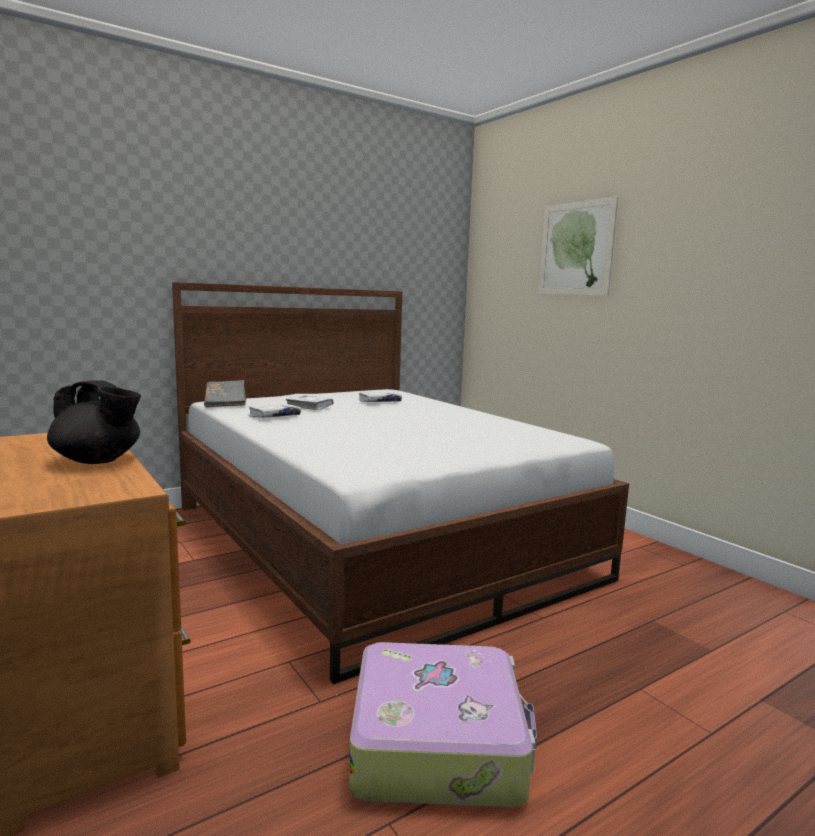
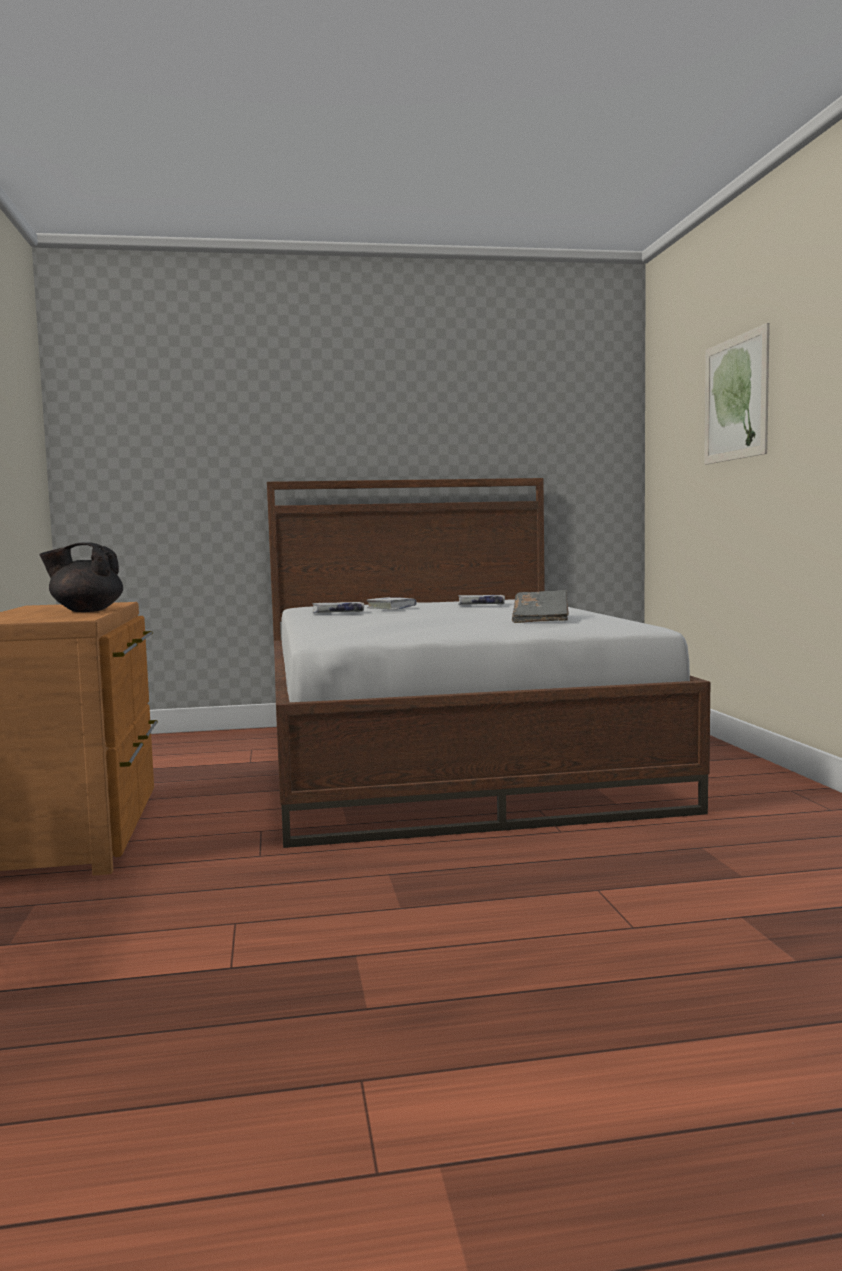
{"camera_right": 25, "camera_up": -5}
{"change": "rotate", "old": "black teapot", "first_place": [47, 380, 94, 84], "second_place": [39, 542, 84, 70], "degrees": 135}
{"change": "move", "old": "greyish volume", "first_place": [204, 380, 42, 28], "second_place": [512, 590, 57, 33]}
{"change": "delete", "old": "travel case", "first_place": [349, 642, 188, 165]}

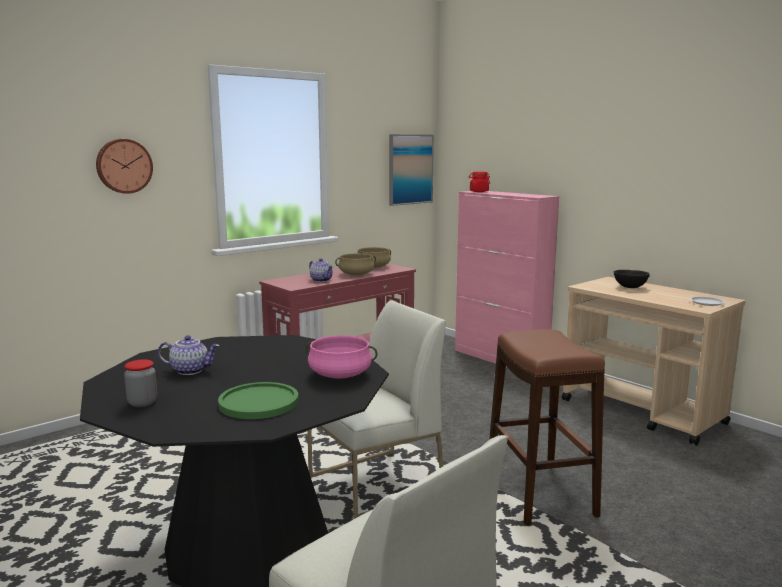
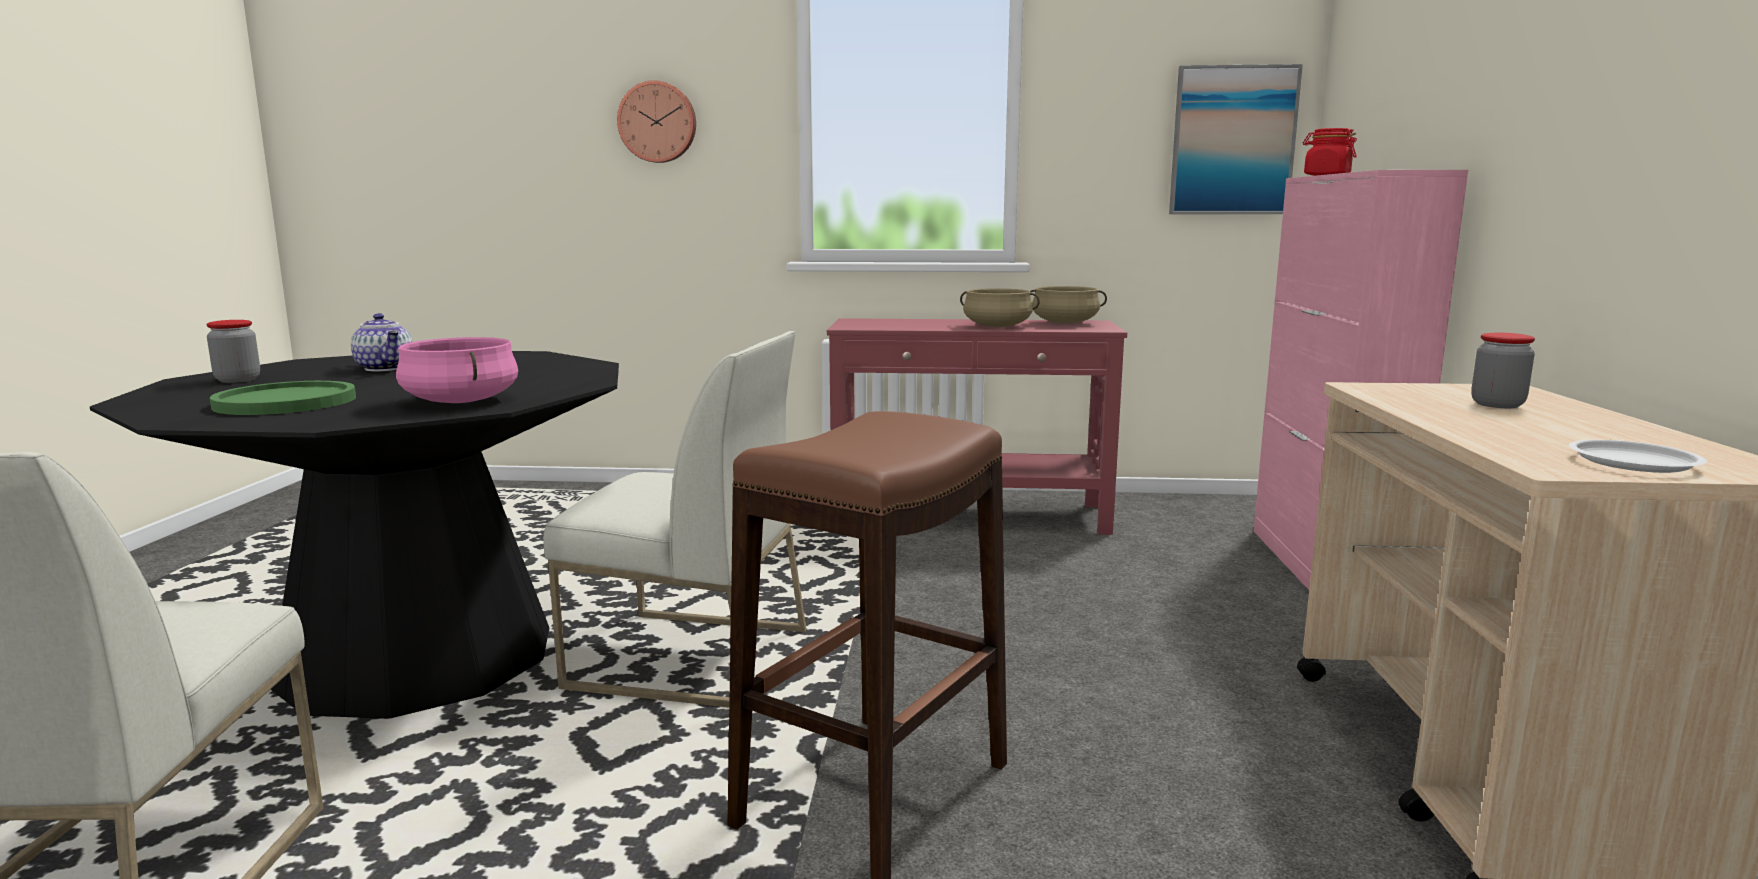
{"camera_right": 45, "camera_up": 0}
{"change": "delete", "old": "teapot", "first_place": [309, 258, 24, 24]}
{"change": "replace", "old": "black deep dish", "new": "jar", "first_place": [614, 270, 36, 18], "second_place": [1471, 333, 64, 75]}

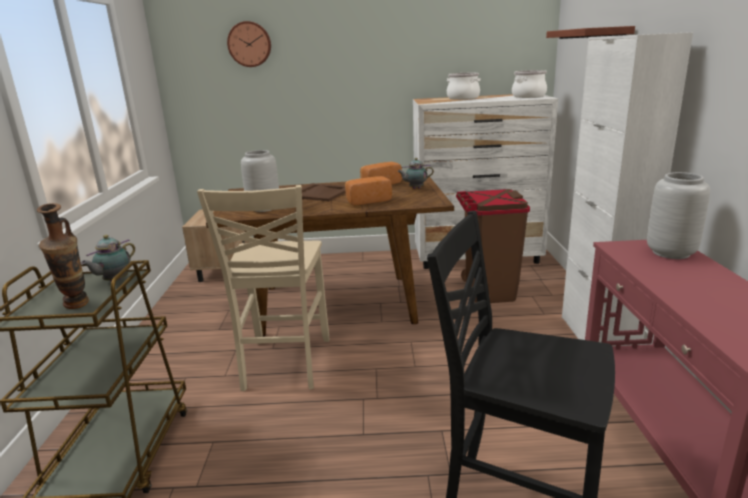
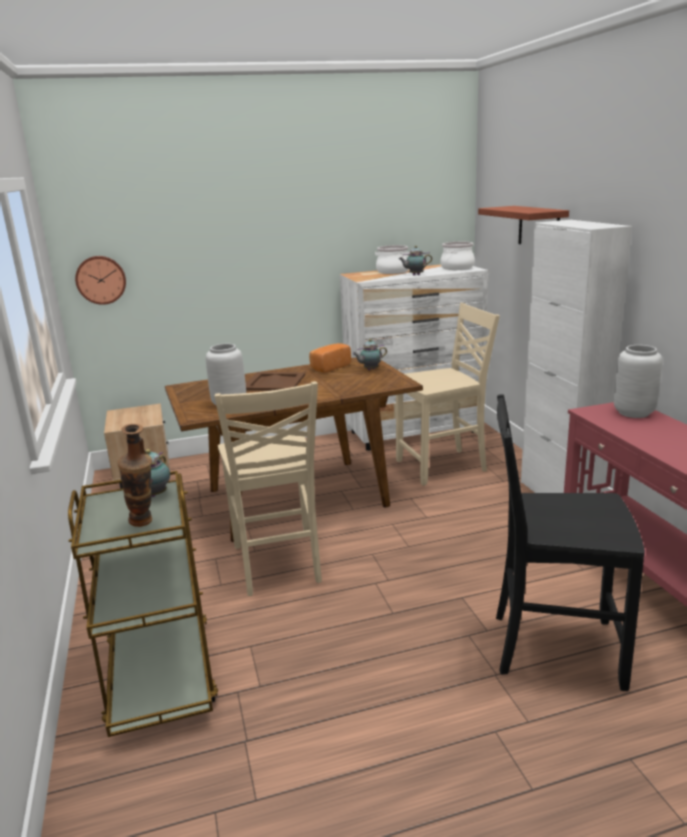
{"camera_right": -15, "camera_up": 0}
{"change": "move", "old": "clock on the wall", "first_place": [227, 21, 44, 46], "second_place": [75, 256, 51, 49]}
{"change": "delete", "old": "bread", "first_place": [345, 176, 47, 30]}
{"change": "replace", "old": "brown-coloured waste bin", "new": "sand-coloured upright chair", "first_place": [456, 189, 74, 114], "second_place": [396, 303, 104, 183]}
{"change": "insert", "new": "teapot", "second_place": [399, 246, 33, 29]}

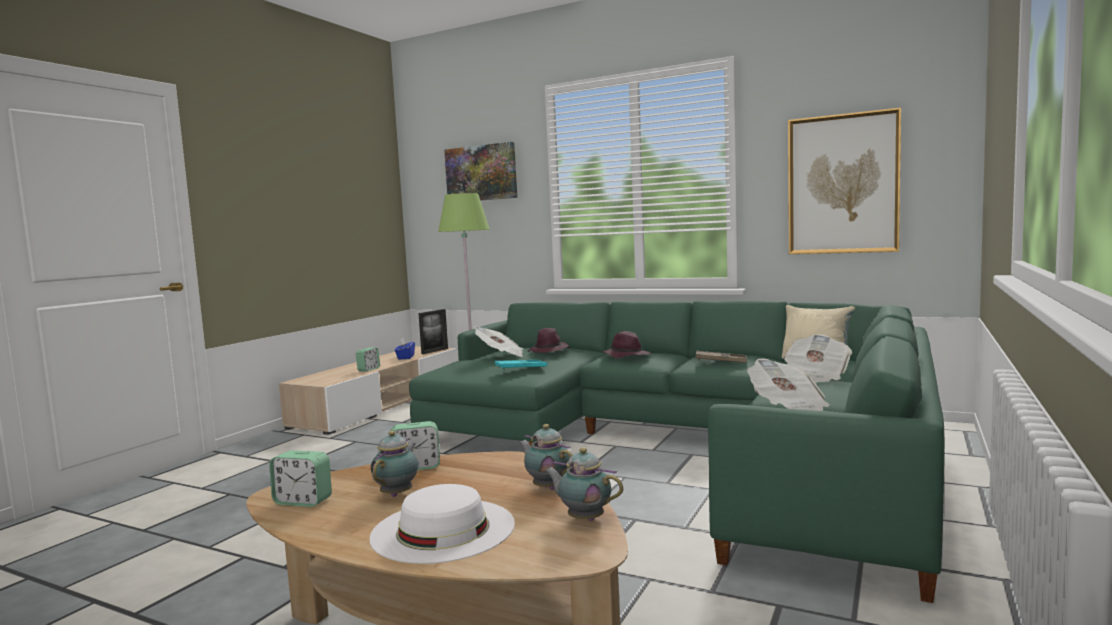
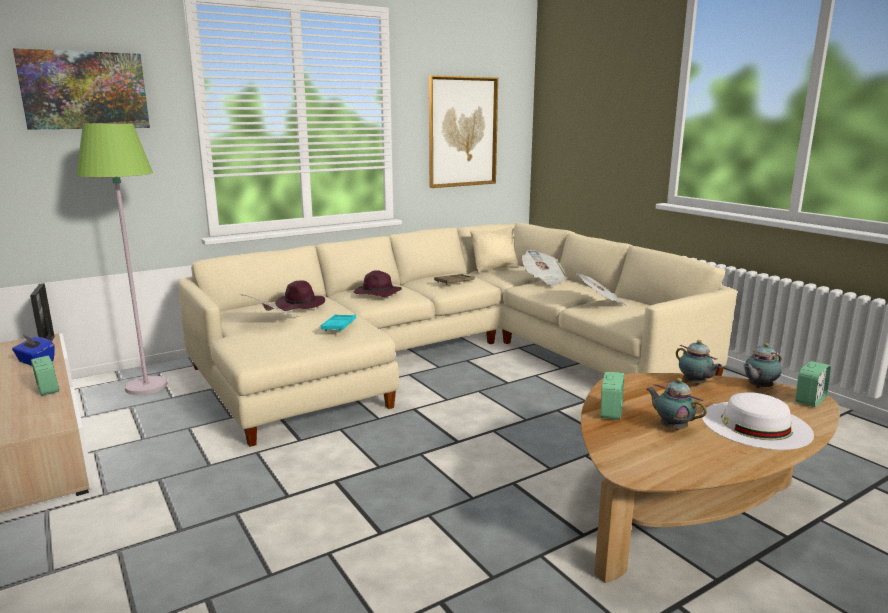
{"camera_right": -60, "camera_up": 10}
{"change": "recolor", "old": "greenish sofa", "new": "sand-coloured sofa", "first_place": [409, 300, 535, 303], "second_place": [178, 223, 559, 224]}
{"change": "rotate", "old": "teapot", "first_place": [519, 424, 54, 66], "second_place": [676, 340, 46, 45], "degrees": -105}
{"change": "move", "old": "bedside clock", "first_place": [269, 450, 63, 57], "second_place": [795, 361, 36, 46]}

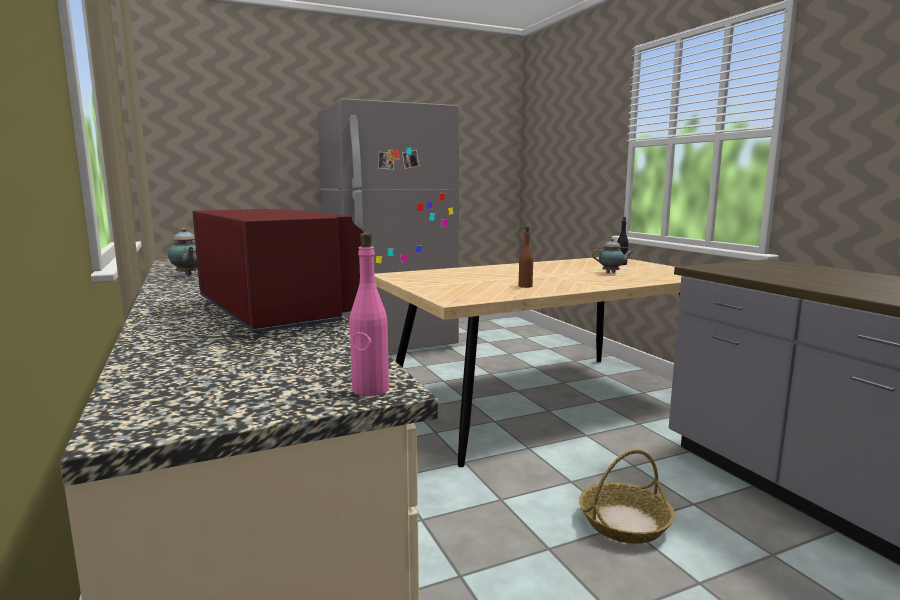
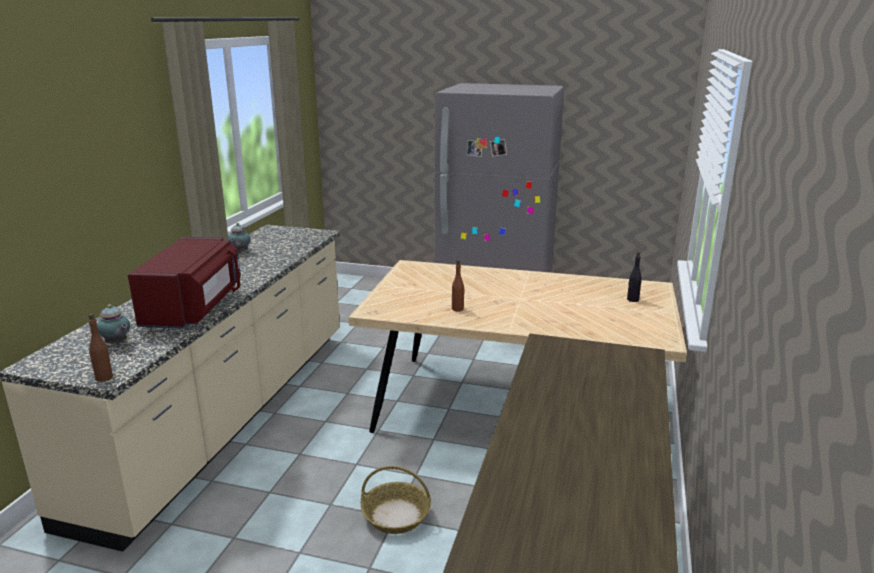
{"camera_right": 40, "camera_up": 10}
{"change": "recolor", "old": "pink beverage bottle", "new": "brown-coloured beverage bottle", "first_place": [350, 233, 39, 163], "second_place": [88, 314, 25, 68]}
{"change": "move", "old": "teapot", "first_place": [592, 238, 41, 35], "second_place": [97, 304, 33, 40]}

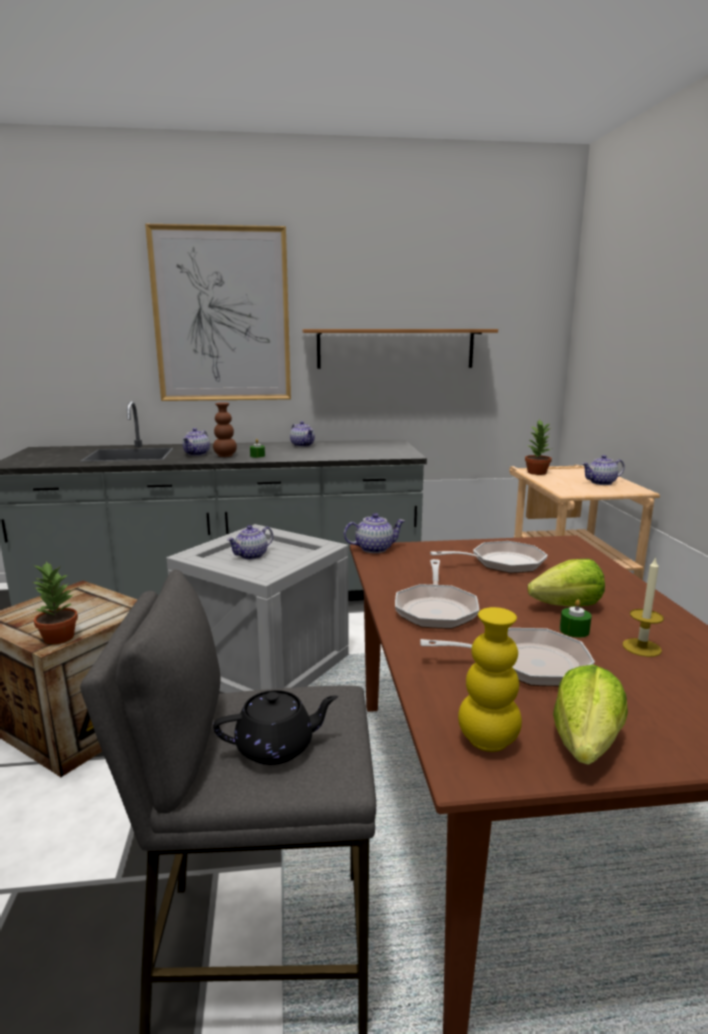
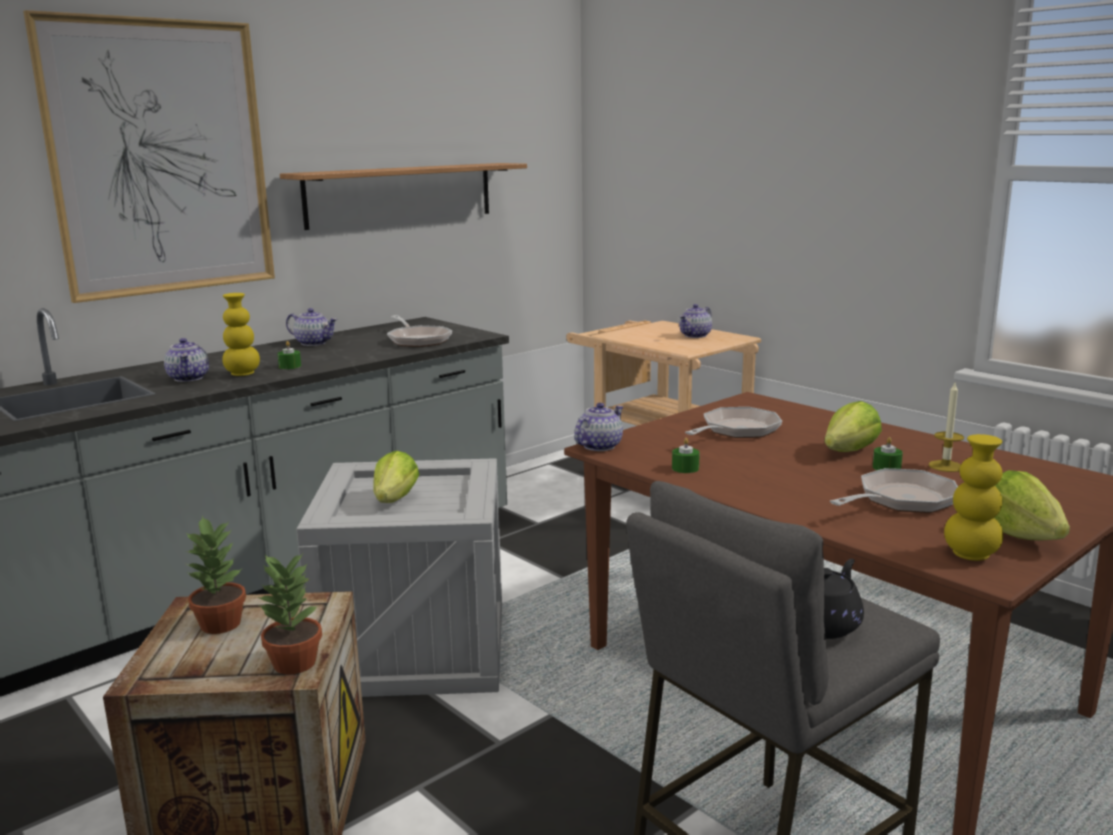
{"camera_right": -35, "camera_up": 0}
{"change": "recolor", "old": "brown-coloured decorative vase", "new": "yellowish decorative vase", "first_place": [213, 402, 24, 55], "second_place": [222, 293, 38, 83]}
{"change": "move", "old": "potted plant", "first_place": [525, 419, 27, 56], "second_place": [185, 516, 61, 118]}
{"change": "replace", "old": "teapot", "new": "head of lettuce", "first_place": [227, 525, 46, 35], "second_place": [373, 451, 47, 52]}
{"change": "move", "old": "pan", "first_place": [395, 559, 84, 70], "second_place": [387, 315, 65, 32]}
{"change": "insert", "new": "greenish wax light", "second_place": [672, 438, 28, 35]}

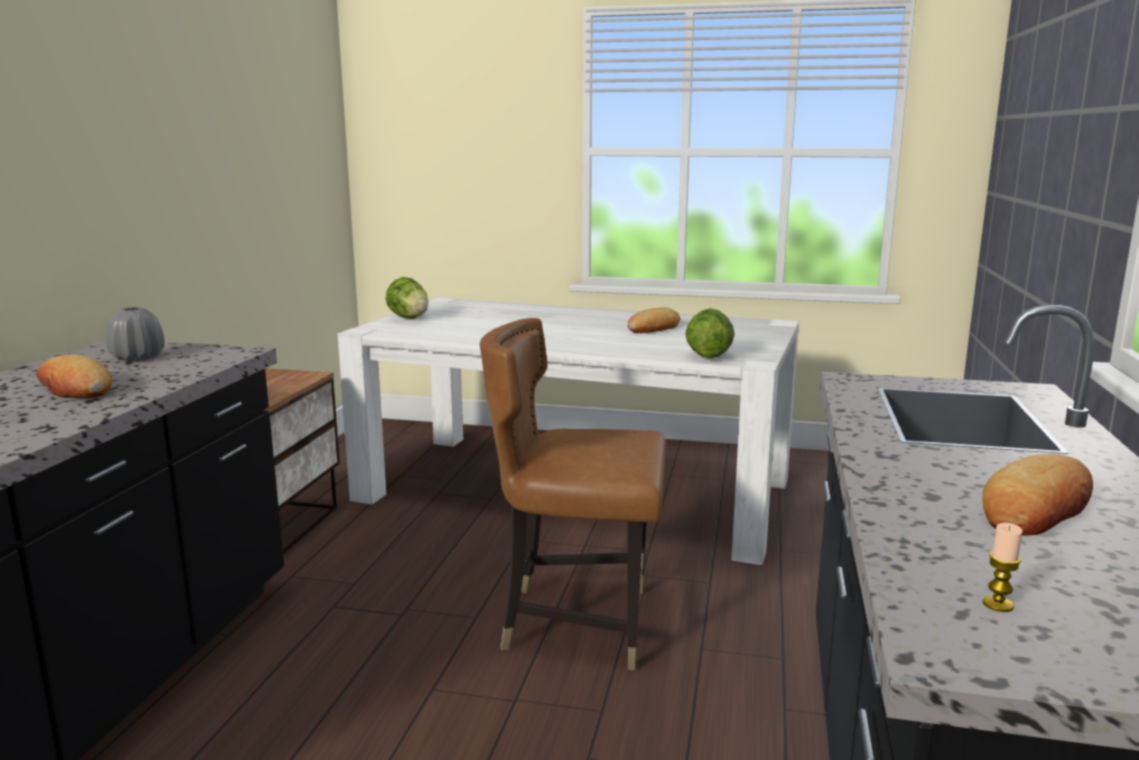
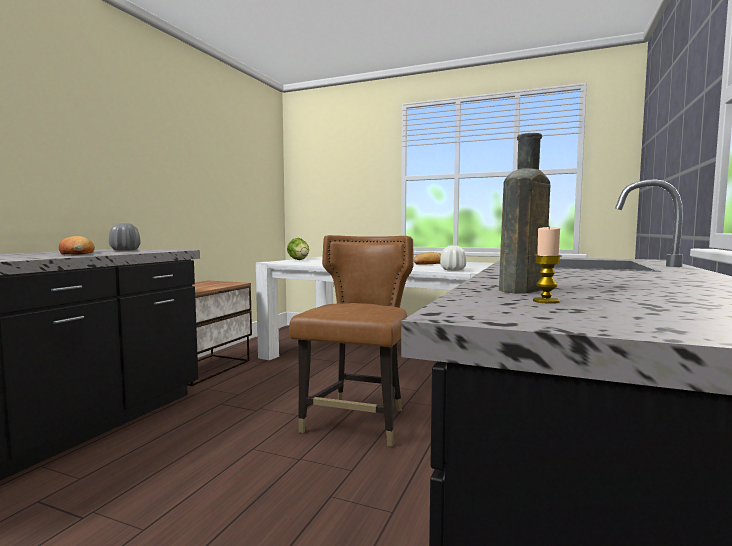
{"camera_right": 10, "camera_up": -10}
{"change": "replace", "old": "head of lettuce", "new": "white decorative vase", "first_place": [685, 308, 50, 50], "second_place": [440, 246, 26, 25]}
{"change": "rotate", "old": "brown-coloured upright chair", "first_place": [480, 318, 186, 352], "second_place": [289, 235, 125, 212], "degrees": 90}
{"change": "delete", "old": "bread", "first_place": [982, 454, 111, 82]}
{"change": "insert", "new": "brown-coloured beverage bottle", "second_place": [499, 133, 51, 161]}

